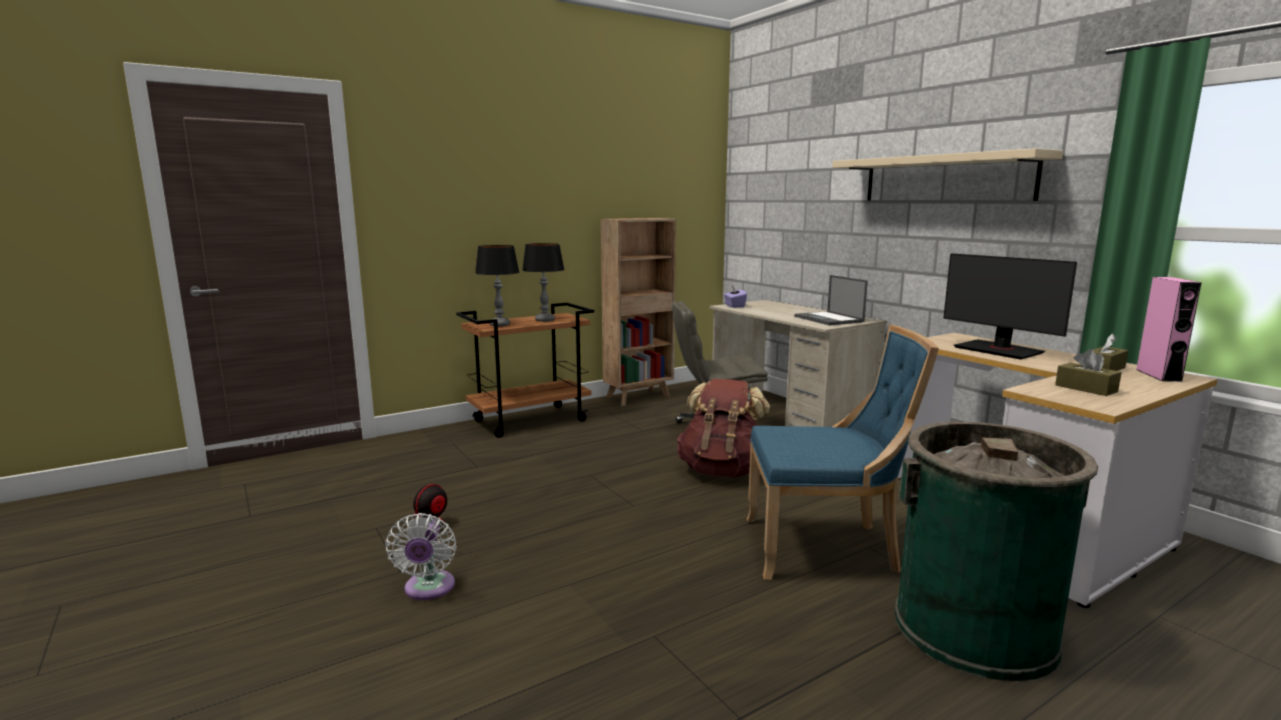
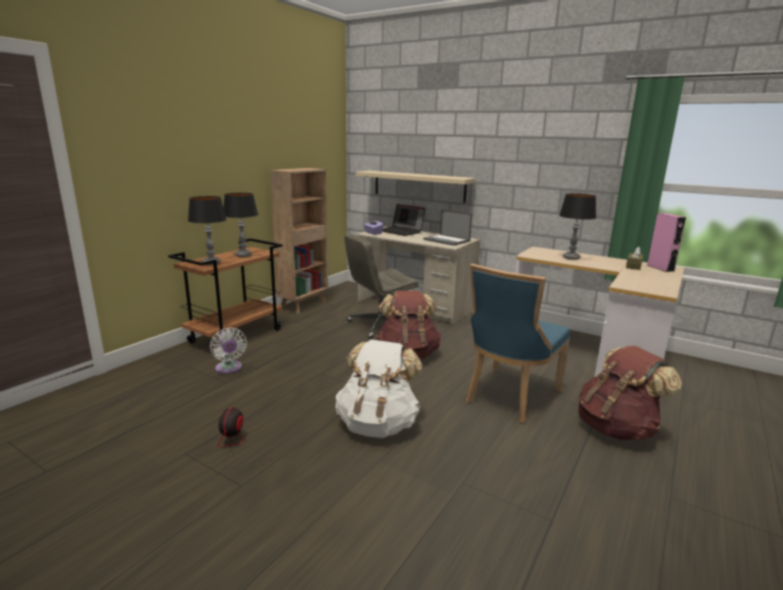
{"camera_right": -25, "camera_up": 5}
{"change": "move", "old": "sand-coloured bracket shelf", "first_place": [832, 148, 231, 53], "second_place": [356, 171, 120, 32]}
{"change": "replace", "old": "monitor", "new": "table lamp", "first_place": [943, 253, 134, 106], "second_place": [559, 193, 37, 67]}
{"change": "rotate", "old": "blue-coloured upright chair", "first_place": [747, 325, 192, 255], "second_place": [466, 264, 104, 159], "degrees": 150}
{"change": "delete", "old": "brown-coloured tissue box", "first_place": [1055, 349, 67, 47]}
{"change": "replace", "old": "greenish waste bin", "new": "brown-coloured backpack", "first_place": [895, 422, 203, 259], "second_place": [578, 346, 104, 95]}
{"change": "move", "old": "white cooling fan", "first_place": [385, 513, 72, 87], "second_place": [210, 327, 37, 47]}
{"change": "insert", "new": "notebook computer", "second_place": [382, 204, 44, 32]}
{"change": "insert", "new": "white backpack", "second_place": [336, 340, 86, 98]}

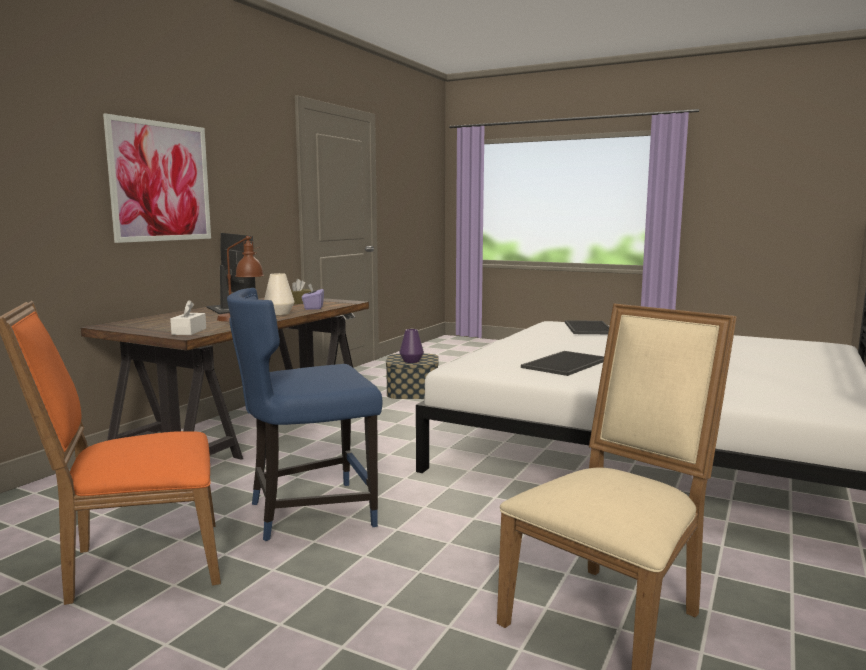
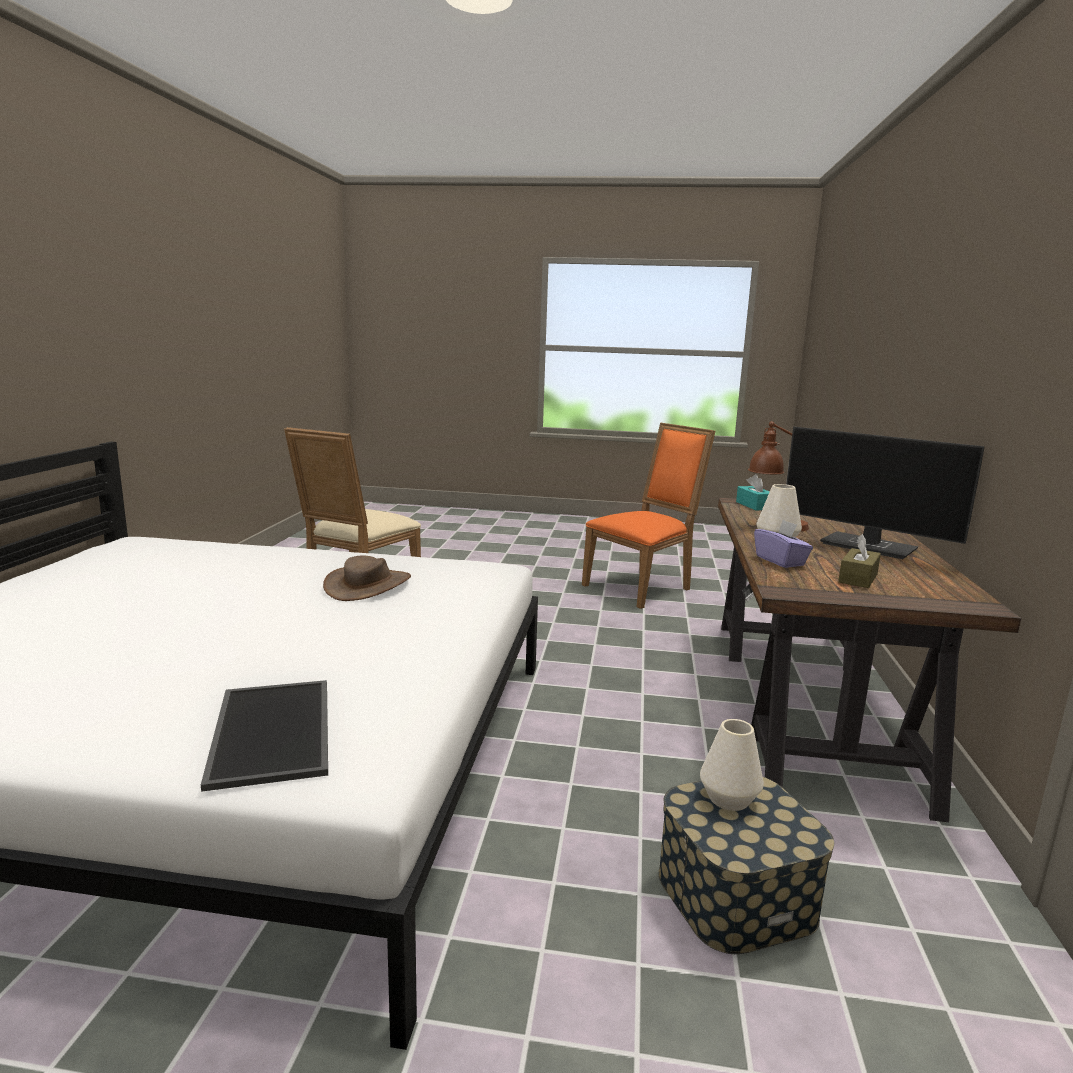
{"camera_right": 160, "camera_up": 5}
{"change": "delete", "old": "wall picture", "first_place": [103, 113, 108, 130]}
{"change": "delete", "old": "blue-coloured upright chair", "first_place": [227, 288, 155, 253]}
{"change": "recolor", "old": "white tissue box", "new": "turquoise-coloured tissue box", "first_place": [170, 300, 36, 35], "second_place": [736, 474, 34, 37]}
{"change": "recolor", "old": "purple-coloured decorative vase", "new": "white decorative vase", "first_place": [399, 329, 25, 34], "second_place": [700, 719, 64, 92]}
{"change": "replace", "old": "carrying tray", "new": "brown-coloured hat", "first_place": [521, 351, 83, 25], "second_place": [323, 556, 88, 45]}

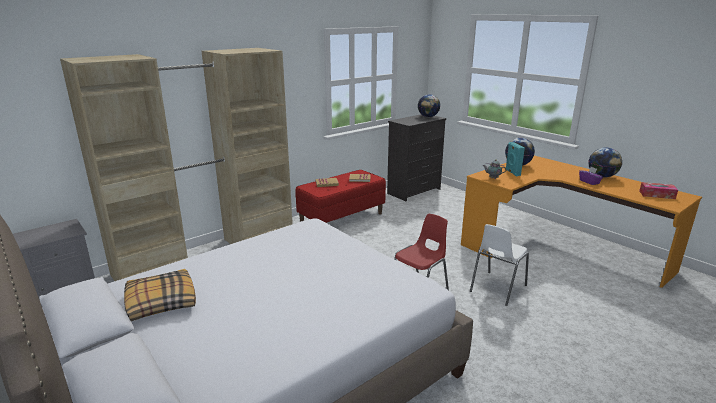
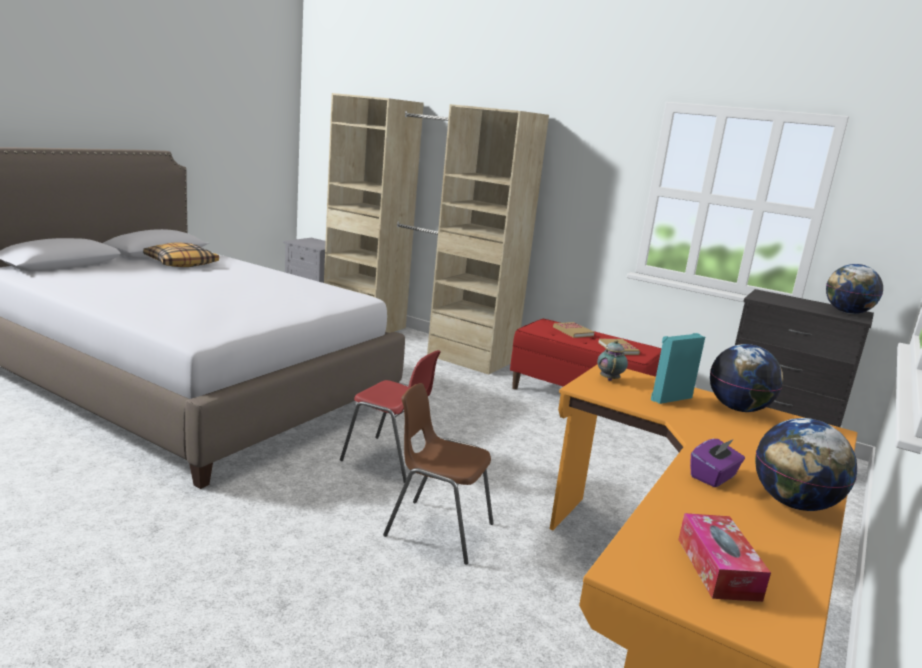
{"camera_right": 70, "camera_up": -5}
{"change": "recolor", "old": "white upright chair", "new": "brown-coloured upright chair", "first_place": [470, 224, 59, 82], "second_place": [383, 383, 111, 181]}

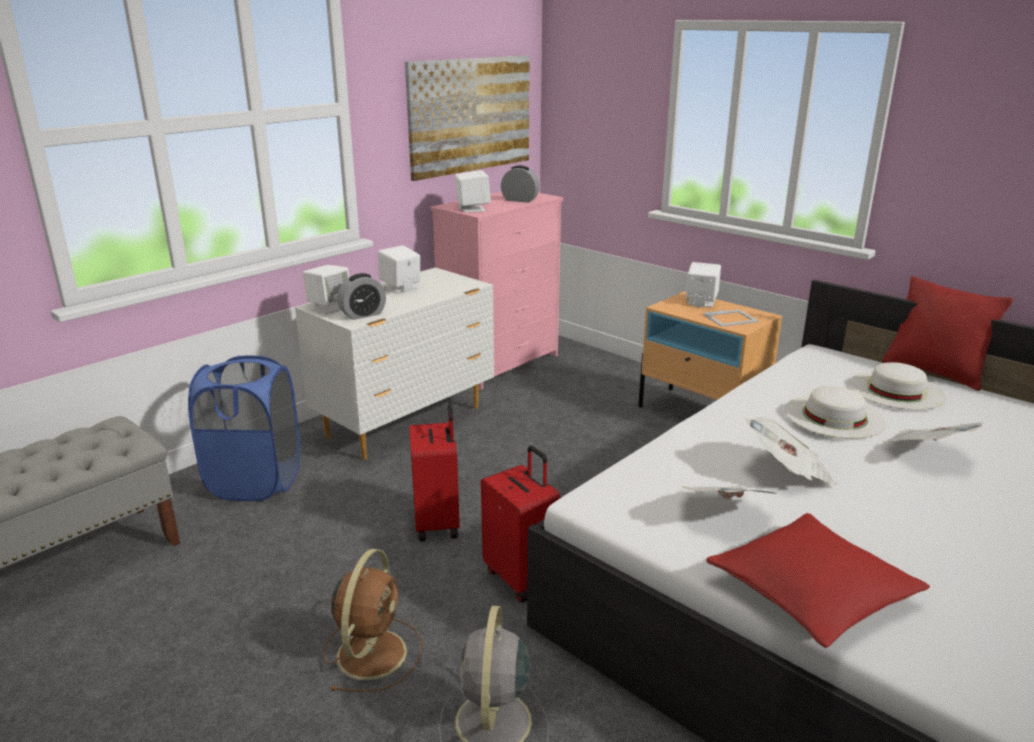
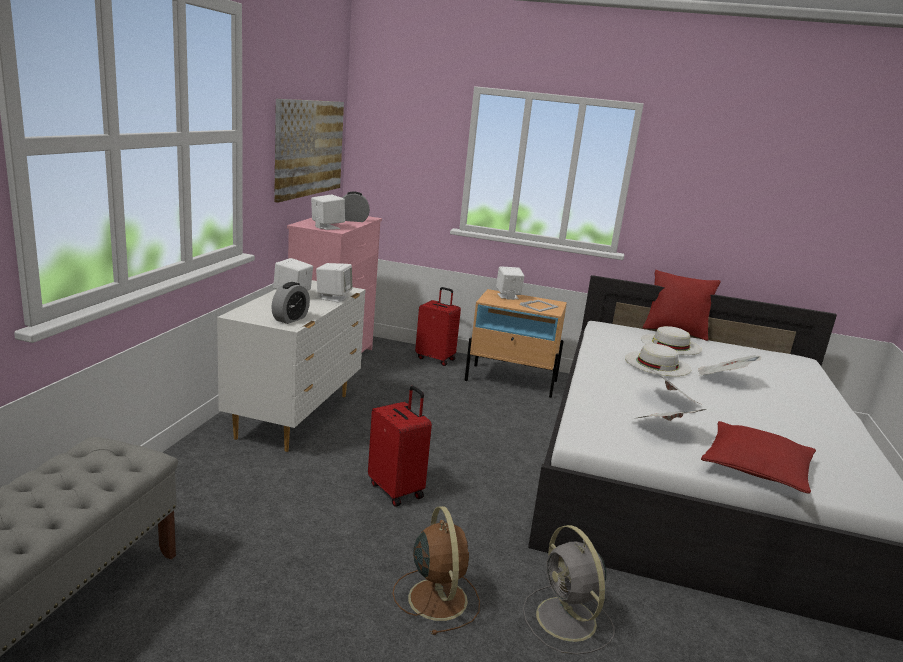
{"camera_right": -30, "camera_up": -5}
{"change": "move", "old": "white audio speaker", "first_place": [303, 265, 46, 49], "second_place": [316, 263, 36, 40]}
{"change": "delete", "old": "blue-coloured washing basket", "first_place": [188, 356, 112, 145]}
{"change": "move", "old": "red-coloured travel case", "first_place": [481, 446, 80, 157], "second_place": [415, 287, 46, 79]}

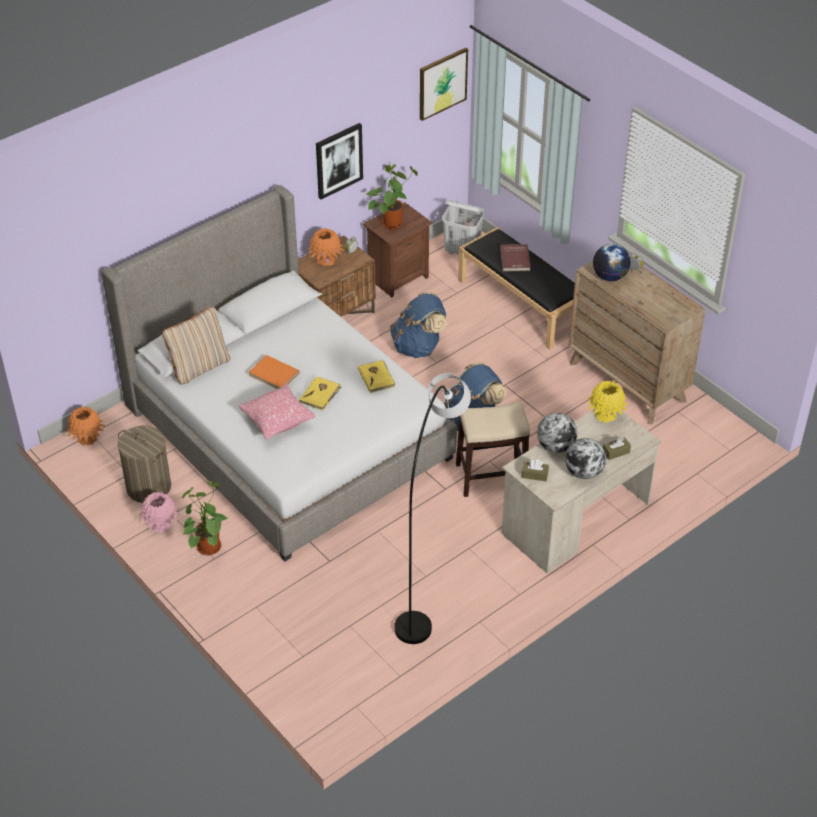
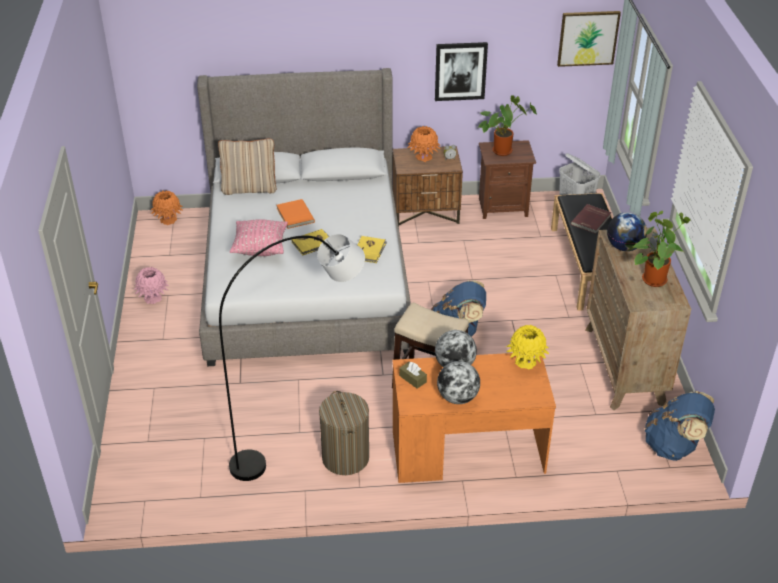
{"camera_right": 35, "camera_up": -5}
{"change": "move", "old": "blue-coloured backpack", "first_place": [390, 292, 57, 66], "second_place": [645, 391, 70, 70]}
{"change": "recolor", "old": "sand-coloured desk table", "new": "orange desk table", "first_place": [502, 409, 159, 164], "second_place": [392, 353, 164, 130]}
{"change": "move", "old": "washing basket", "first_place": [118, 426, 53, 77], "second_place": [319, 391, 50, 84]}
{"change": "delete", "old": "brown-coloured tissue box", "first_place": [603, 437, 28, 23]}
{"change": "move", "old": "potted plant", "first_place": [182, 481, 46, 74], "second_place": [633, 211, 57, 76]}

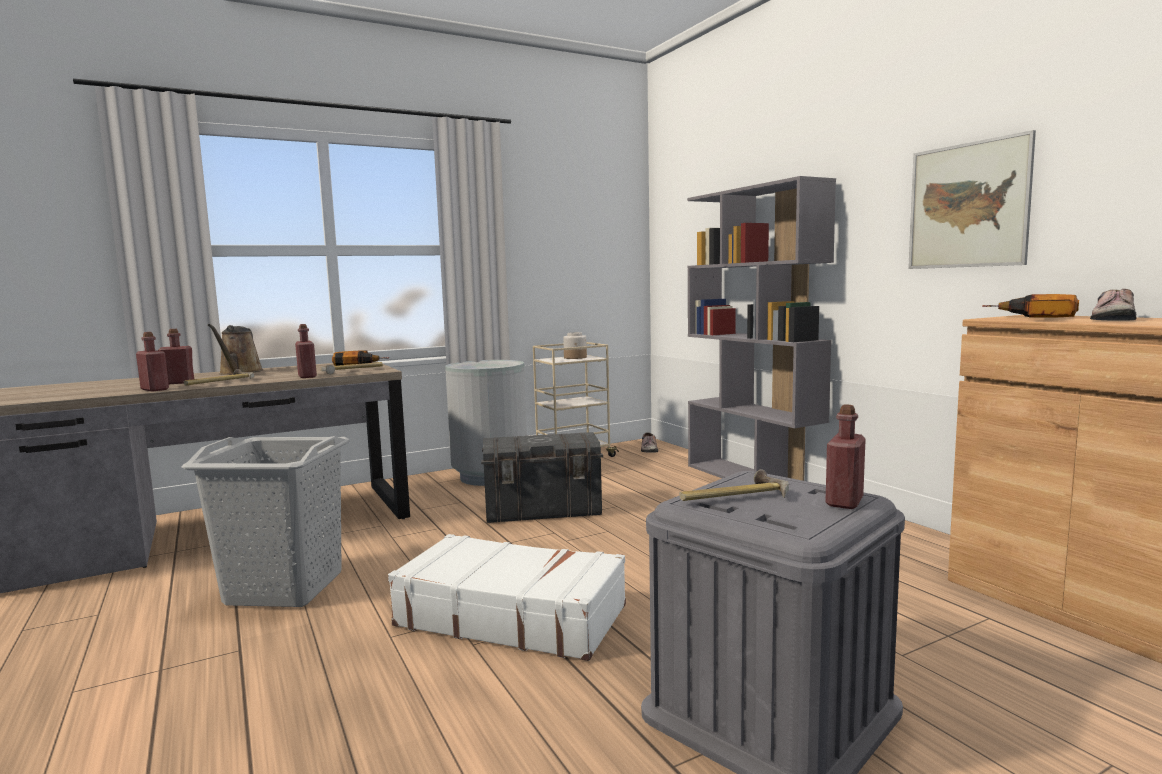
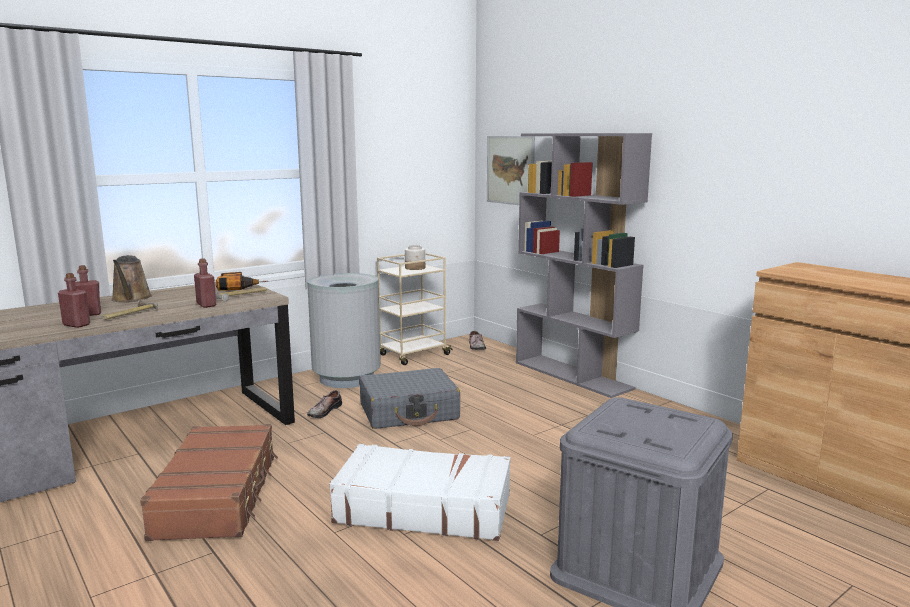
{"camera_right": -10, "camera_up": 5}
{"change": "move", "old": "wall picture", "first_place": [908, 130, 128, 139], "second_place": [487, 136, 48, 69]}
{"change": "move", "old": "shoe", "first_place": [1090, 289, 47, 32], "second_place": [307, 390, 35, 28]}
{"change": "delete", "old": "power drill", "first_place": [982, 294, 97, 24]}
{"change": "delete", "old": "red-coloured beverage bottle", "first_place": [825, 404, 41, 105]}
{"change": "replace", "old": "greyish storage box", "new": "greyish travel case", "first_place": [481, 432, 122, 91], "second_place": [359, 368, 101, 61]}
{"change": "replace", "old": "greyish washing basket", "new": "brown-coloured travel case", "first_place": [182, 436, 167, 171], "second_place": [140, 424, 138, 117]}
{"change": "delete", "old": "hand hammer", "first_place": [679, 470, 110, 31]}

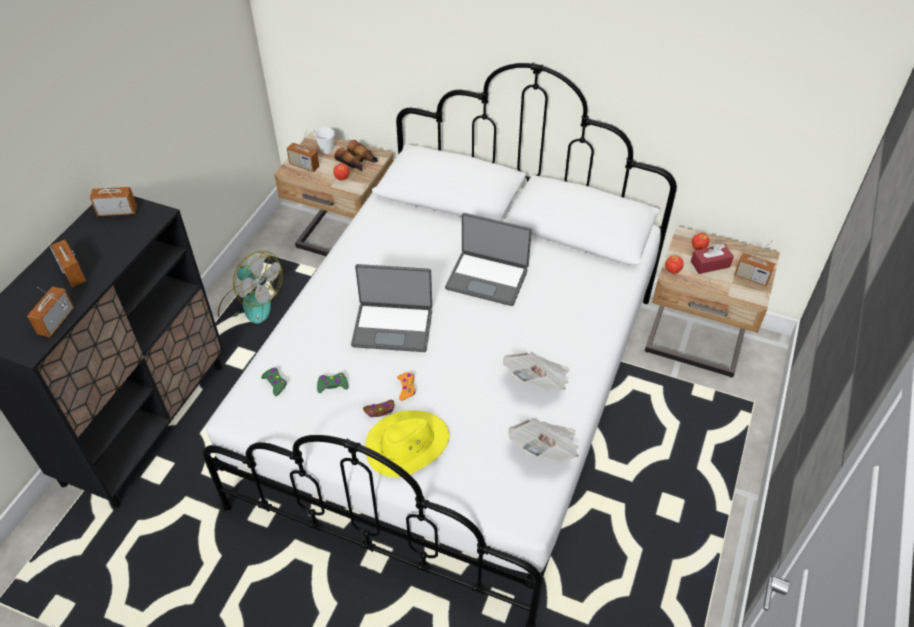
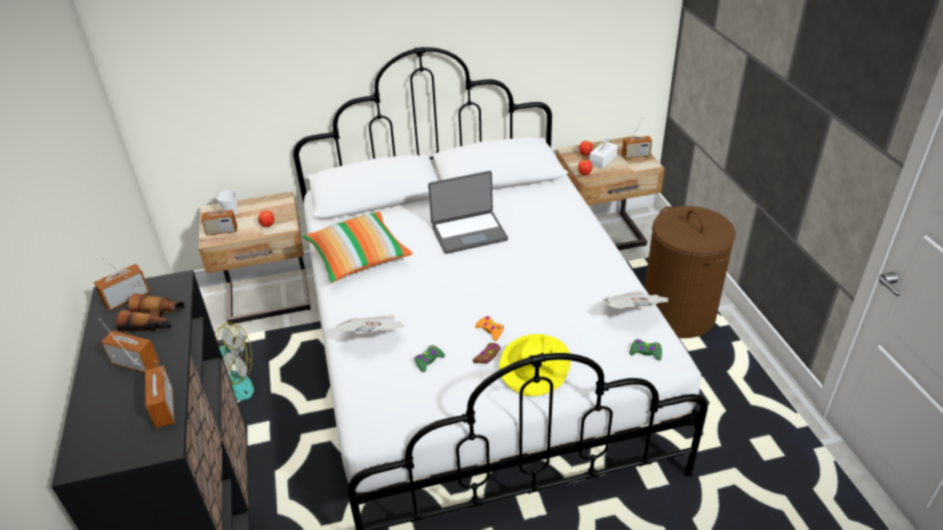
{"camera_right": -35, "camera_up": -10}
{"change": "move", "old": "pair of binoculars", "first_place": [335, 140, 42, 31], "second_place": [116, 293, 69, 39]}
{"change": "recolor", "old": "red-coloured tissue box", "new": "white tissue box", "first_place": [691, 244, 43, 30], "second_place": [590, 138, 28, 30]}
{"change": "delete", "old": "notebook computer", "first_place": [351, 264, 81, 88]}
{"change": "move", "old": "daily paper", "first_place": [503, 352, 66, 38], "second_place": [336, 314, 68, 20]}
{"change": "move", "old": "greenish game controller", "first_place": [261, 368, 26, 28], "second_place": [629, 339, 33, 22]}
{"change": "insert", "new": "brown-coloured washing basket", "second_place": [645, 206, 91, 132]}
{"change": "insert", "new": "throw pillow", "second_place": [303, 212, 110, 71]}

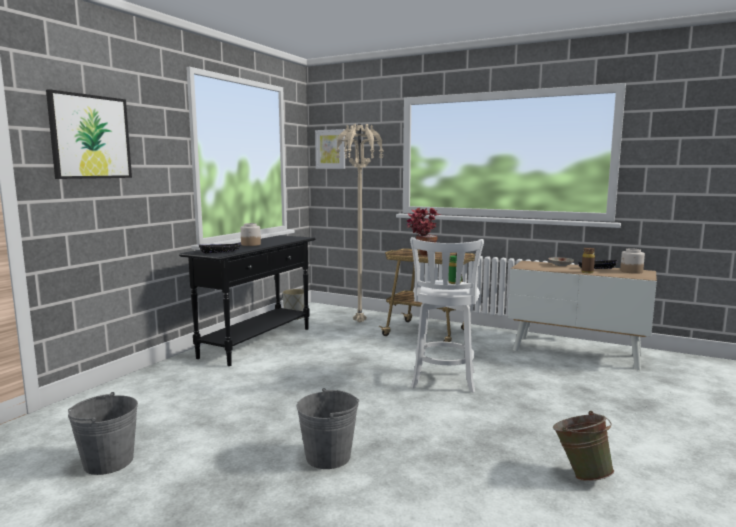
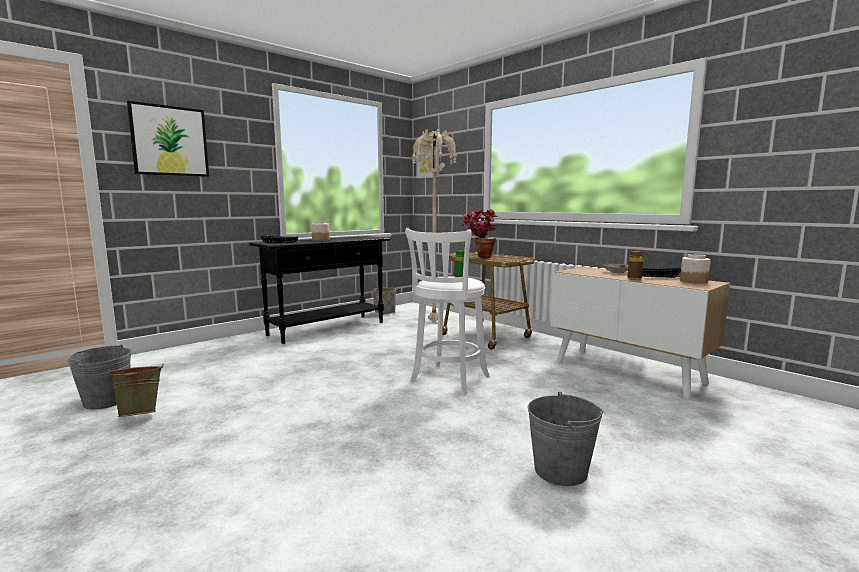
{"camera_right": 20, "camera_up": 0}
{"change": "move", "old": "greyish water bucket", "first_place": [297, 388, 62, 81], "second_place": [528, 392, 75, 94]}
{"change": "move", "old": "greenish water bucket", "first_place": [553, 411, 61, 70], "second_place": [107, 364, 56, 53]}

